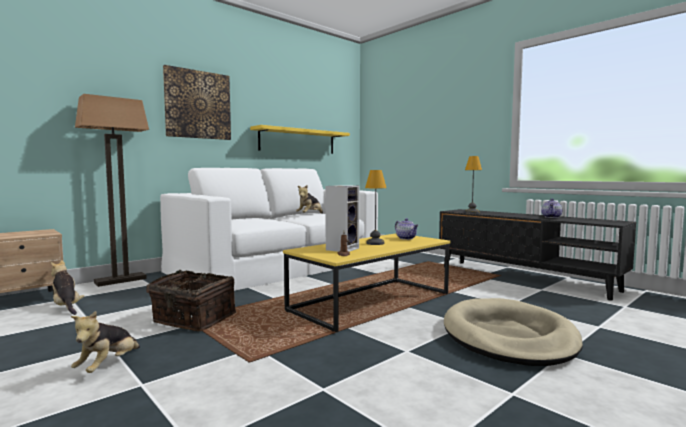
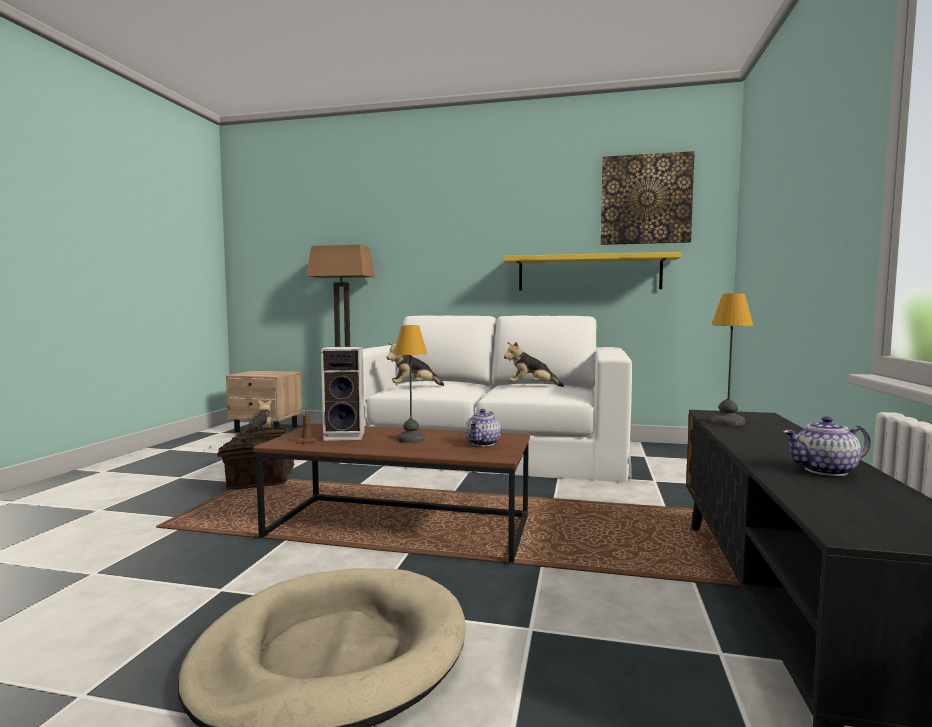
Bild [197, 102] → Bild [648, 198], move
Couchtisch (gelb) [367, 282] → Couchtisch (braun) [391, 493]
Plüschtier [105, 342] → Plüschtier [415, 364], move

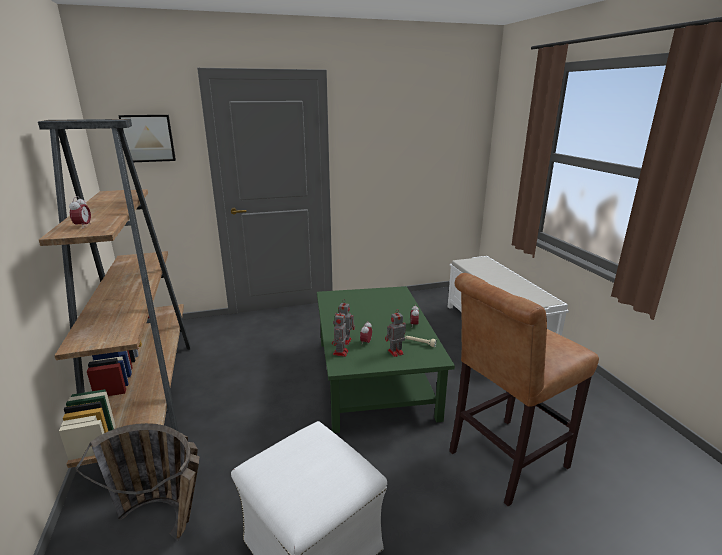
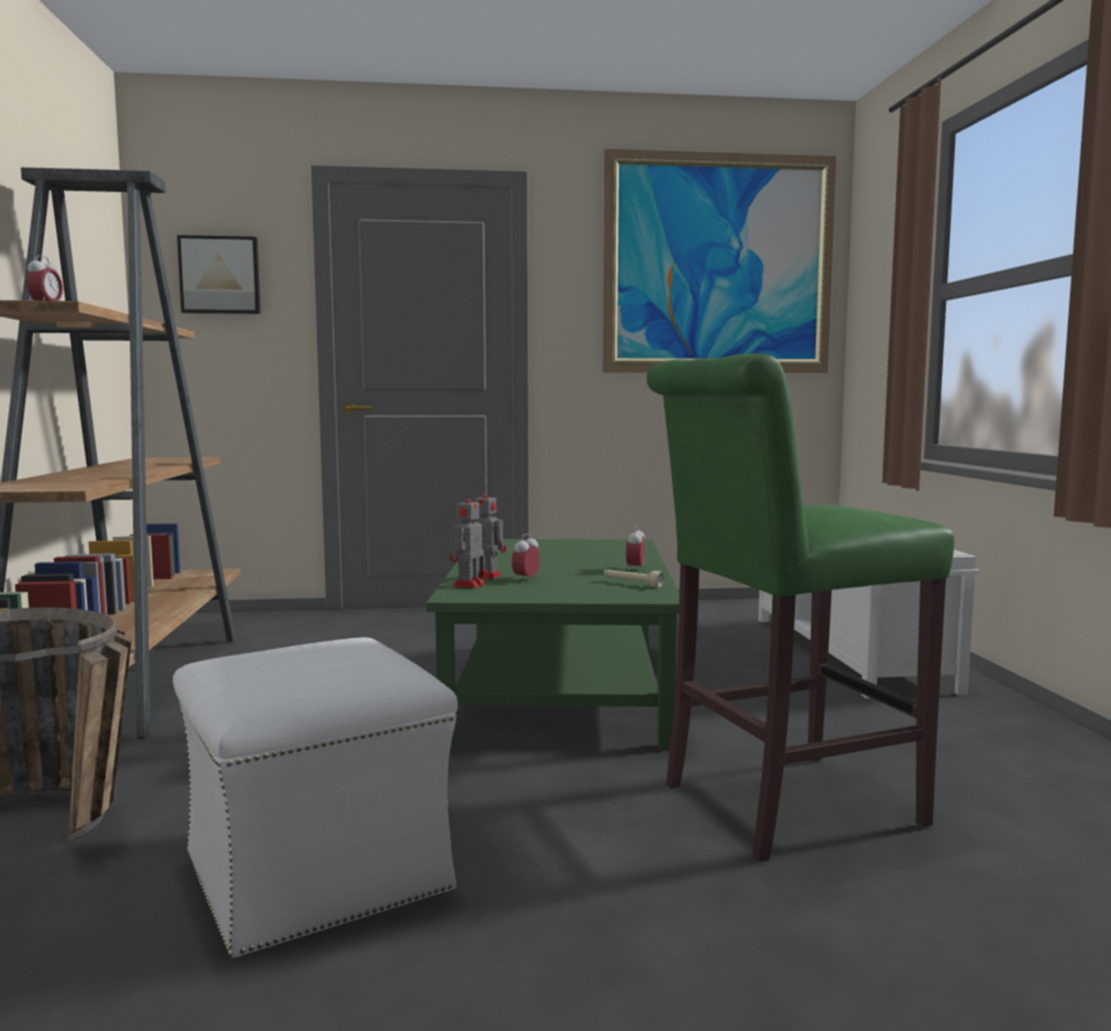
Hocker (braun) [524, 389] → Hocker (grün) [801, 607]
Spielzeugroboter [395, 333] → -
- → Bild [719, 261]

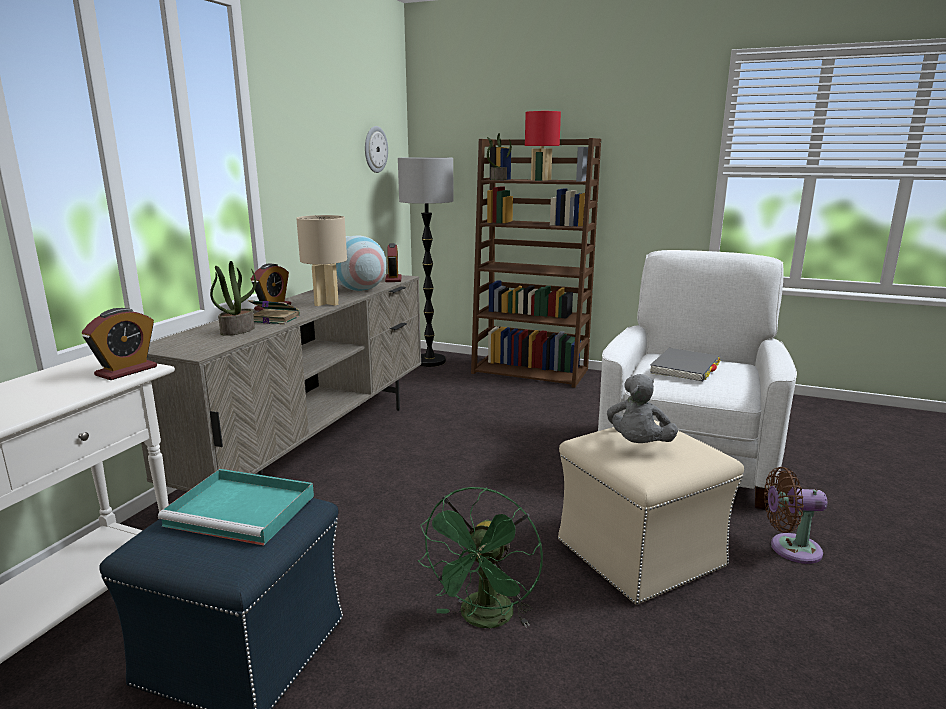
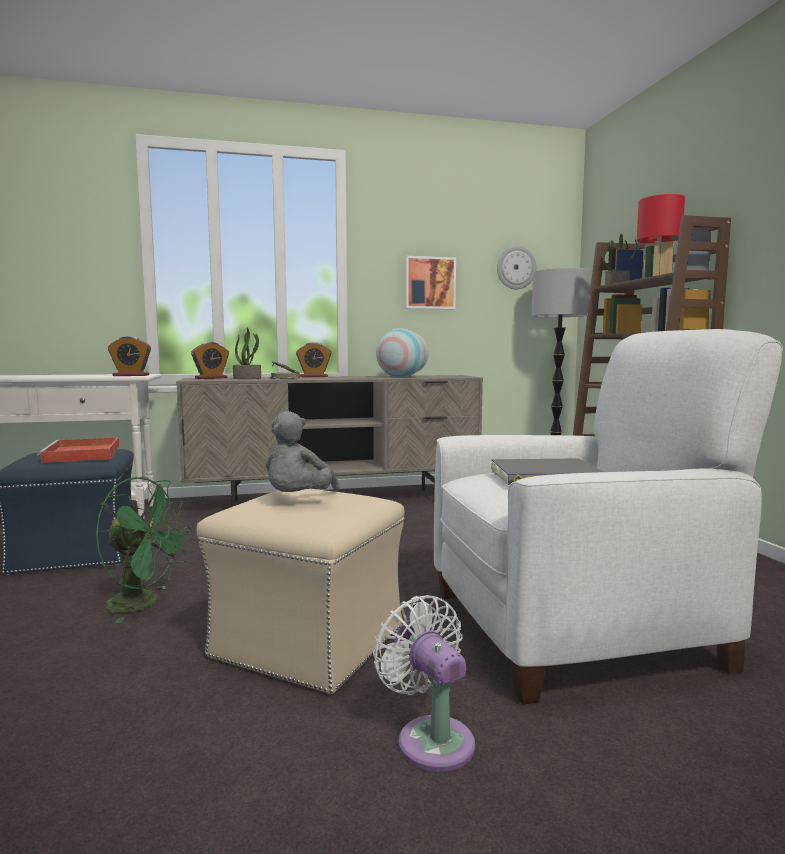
Tischlampe (beige) [321, 260] → -
Wecker [393, 262] → Wecker [210, 360], move
Plüschtier (grau) [642, 408] → Plüschtier (grau) [303, 451], 60 degrees counterclockwise
Ventilator (braun) [795, 515] → Ventilator (weiß) [424, 683]
Tablett (türkis) [236, 507] → Tablett (rot) [78, 450]
Ventilator (grün) [480, 557] → Ventilator (grün) [144, 550], 150 degrees counterclockwise
- → Bild [430, 282]

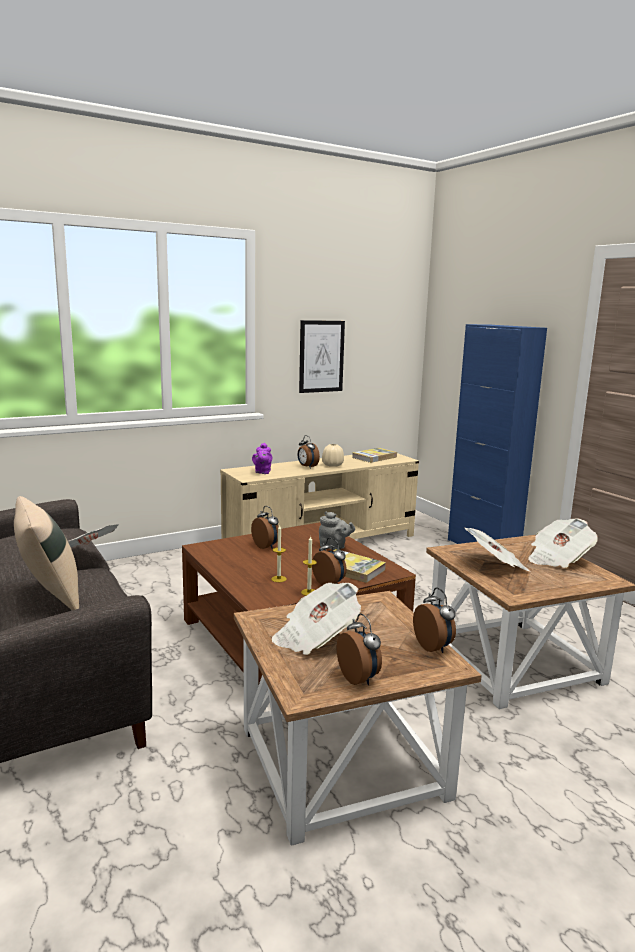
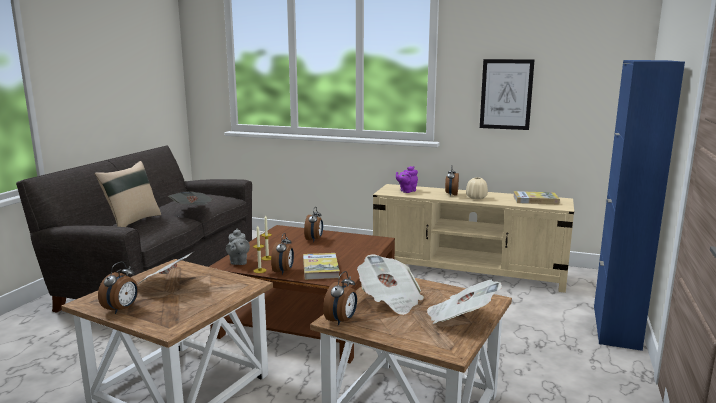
Teekanne (grau) [337, 531] → Teekanne (grau) [238, 247], move
Wecker [434, 620] → Wecker [340, 298], move

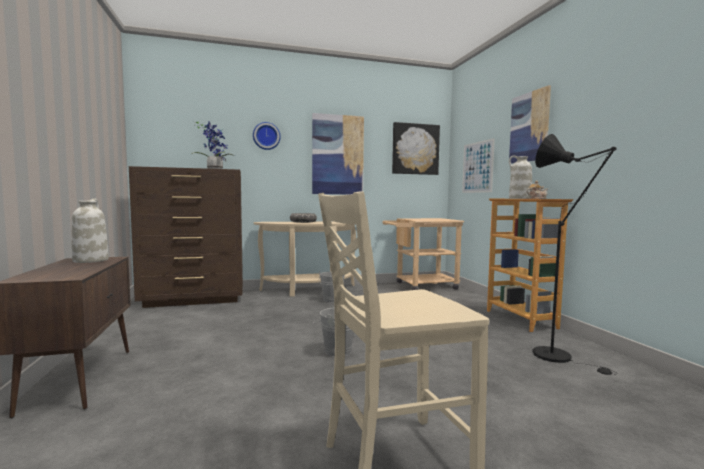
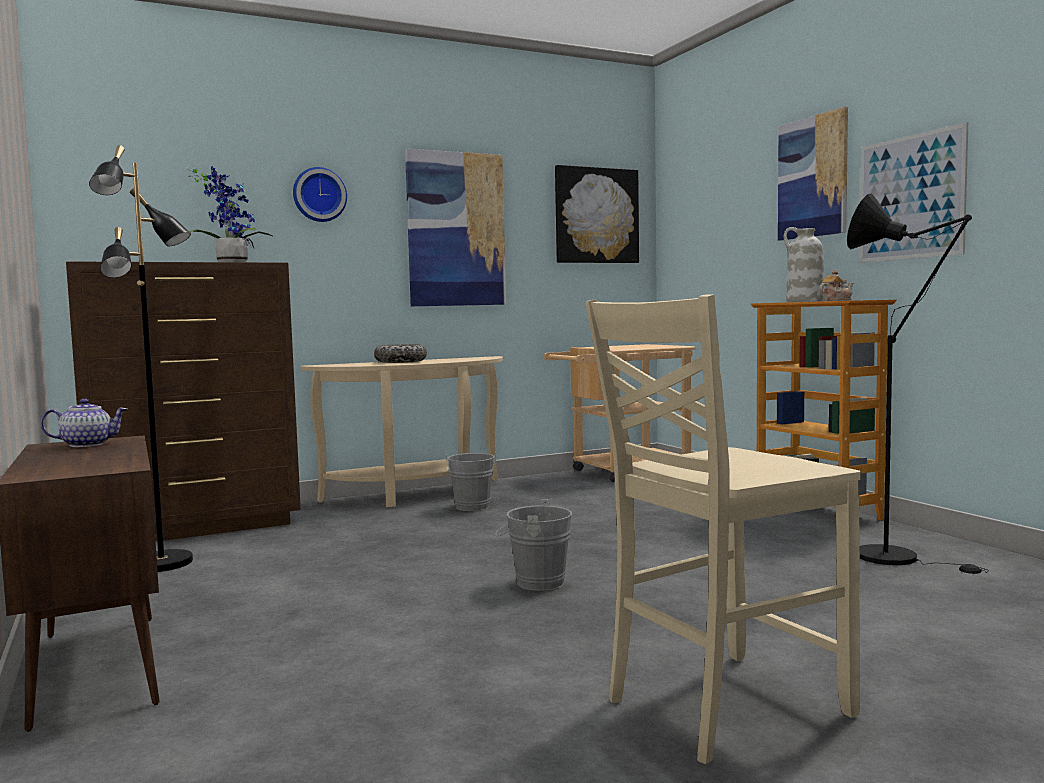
Bild [478, 165] → Bild [913, 192], move
Vase (weiß) [90, 230] → Teekanne [84, 423]
- → Stehlampe (schwarz) [141, 358]

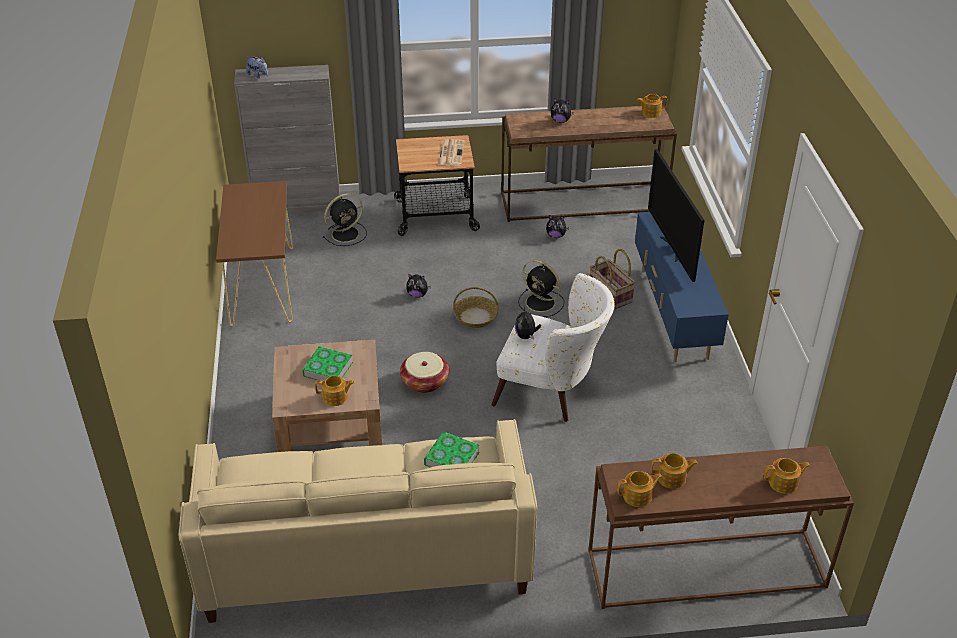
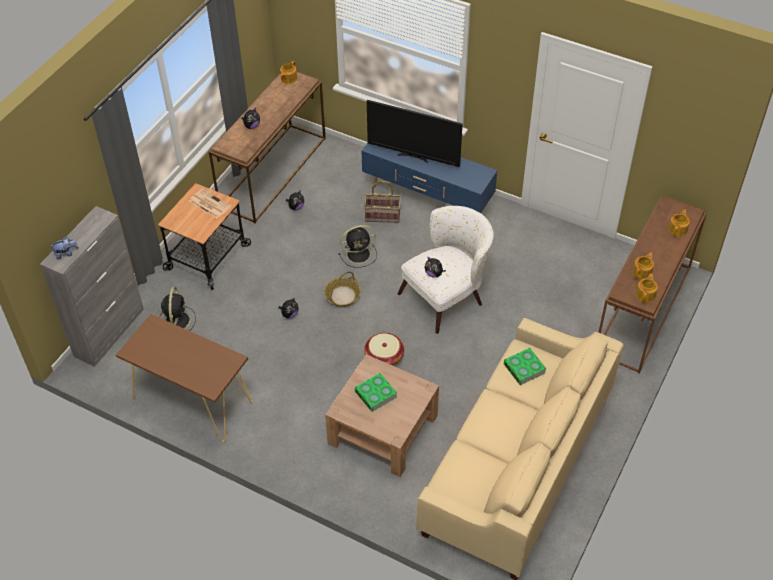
Teekanne [334, 391] → -

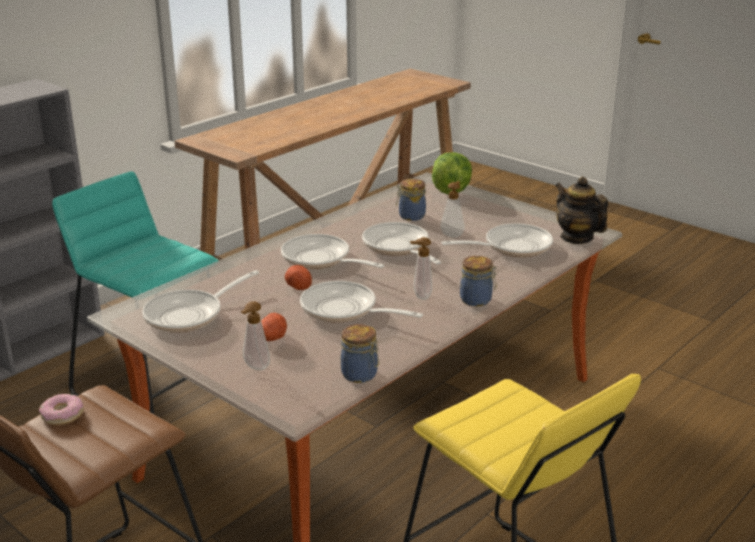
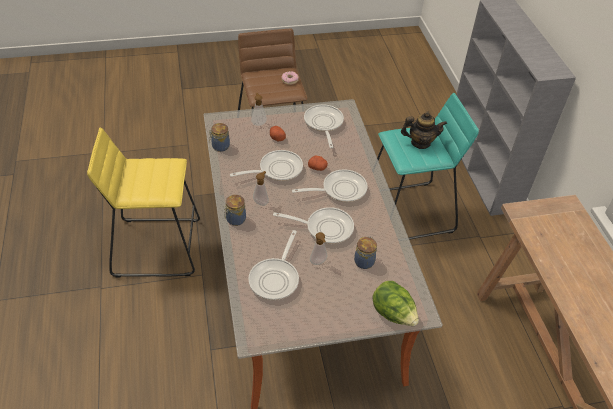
Teekanne [581, 210] → Teekanne [424, 130], move

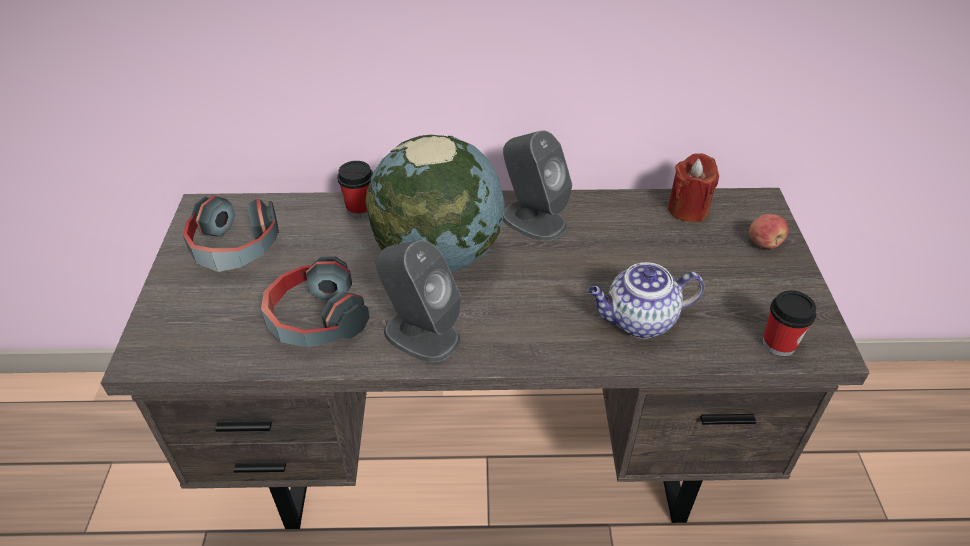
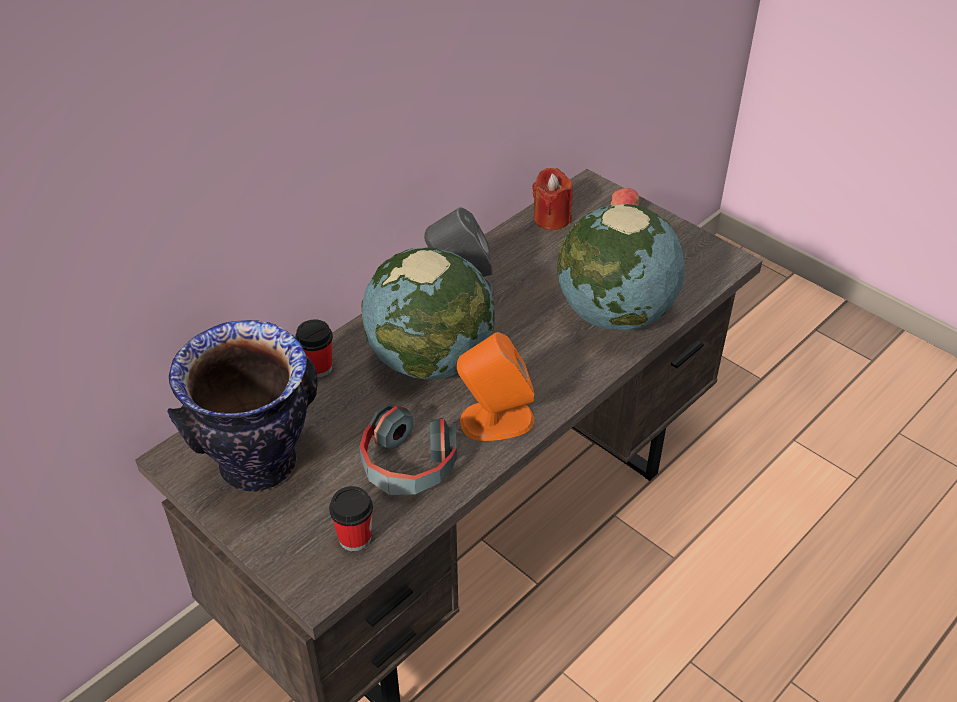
Kopfhörer [231, 233] → Vase [243, 406]
Lautsprecher (grau) [418, 301] → Lautsprecher (orange) [496, 386]
Teekanne [646, 300] → Globus [621, 267]
Tasse [789, 323] → Tasse [351, 518], move

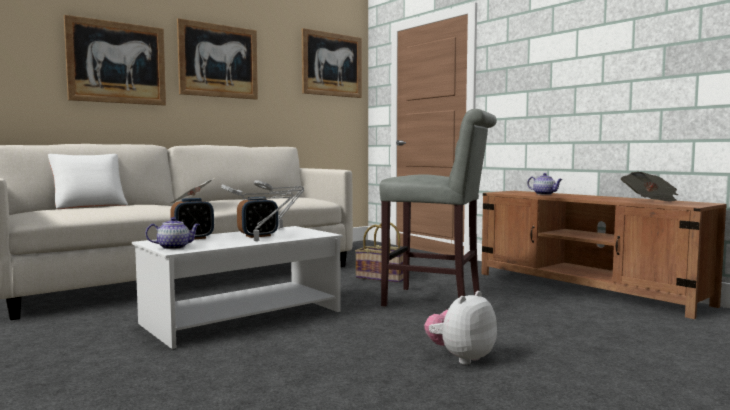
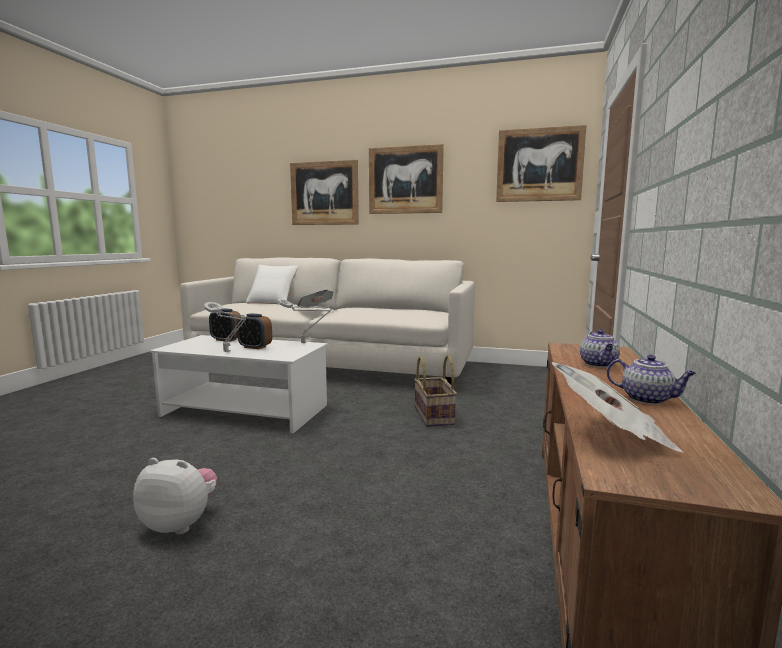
Hocker (grau) [438, 208] → -
Teekanne [172, 233] → Teekanne [651, 379], move

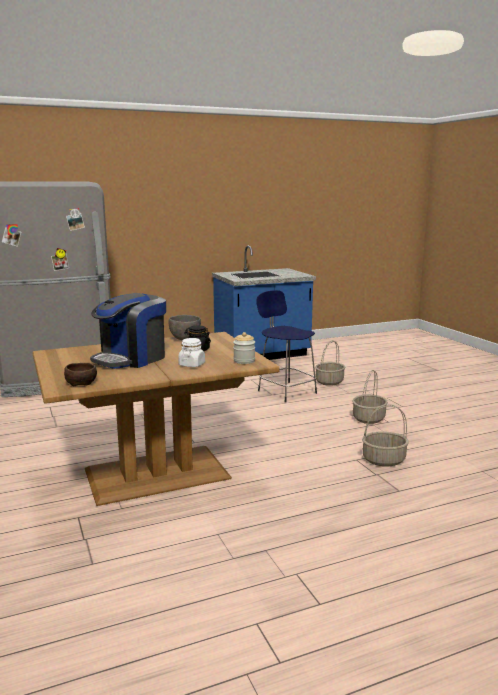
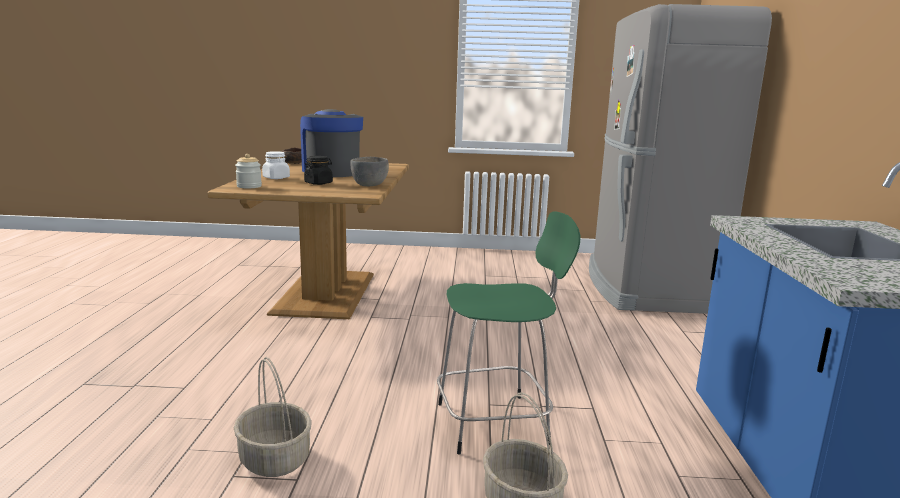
Hocker (blau) [286, 346] → Hocker (grün) [508, 332]
Korb [385, 435] → -

